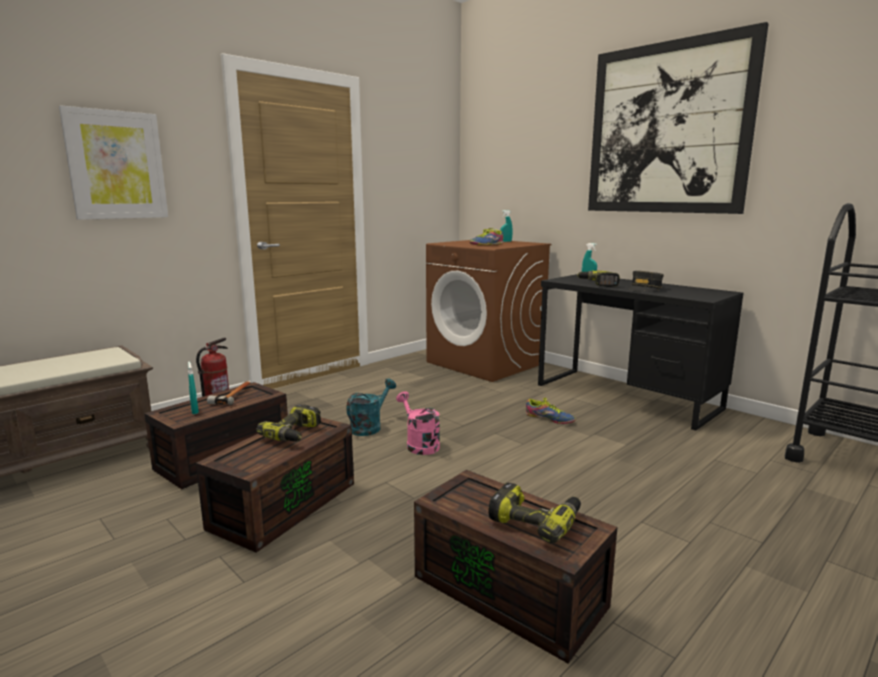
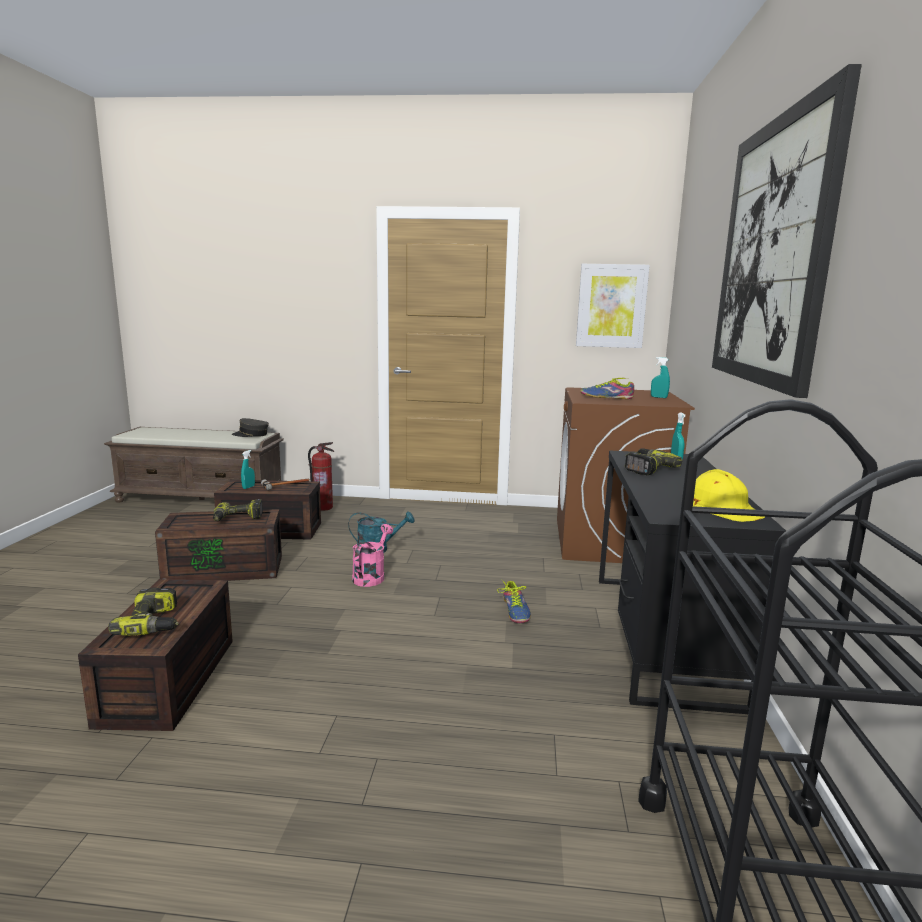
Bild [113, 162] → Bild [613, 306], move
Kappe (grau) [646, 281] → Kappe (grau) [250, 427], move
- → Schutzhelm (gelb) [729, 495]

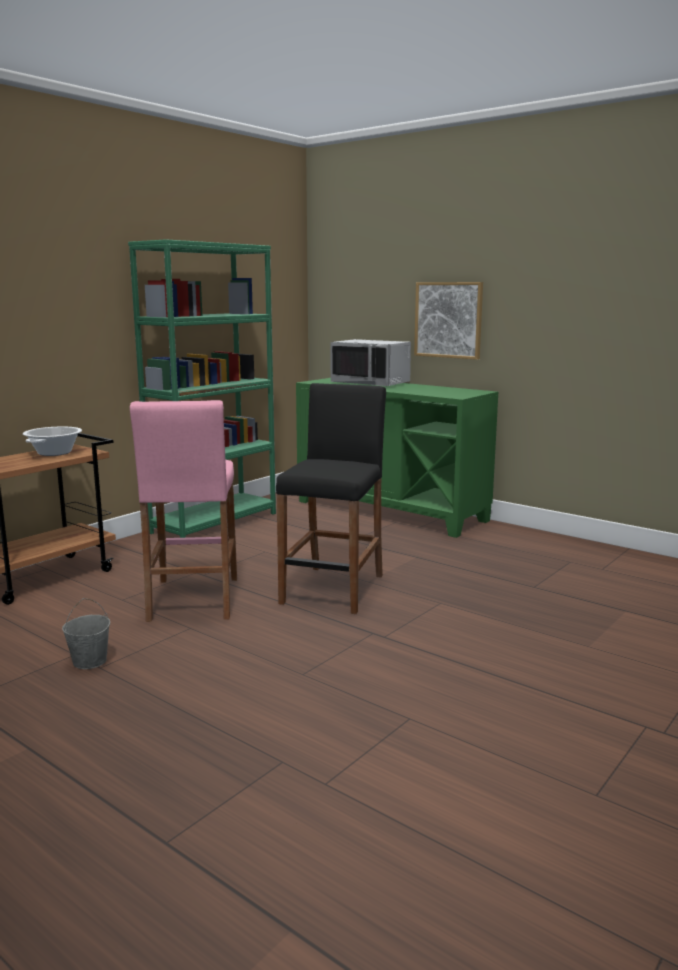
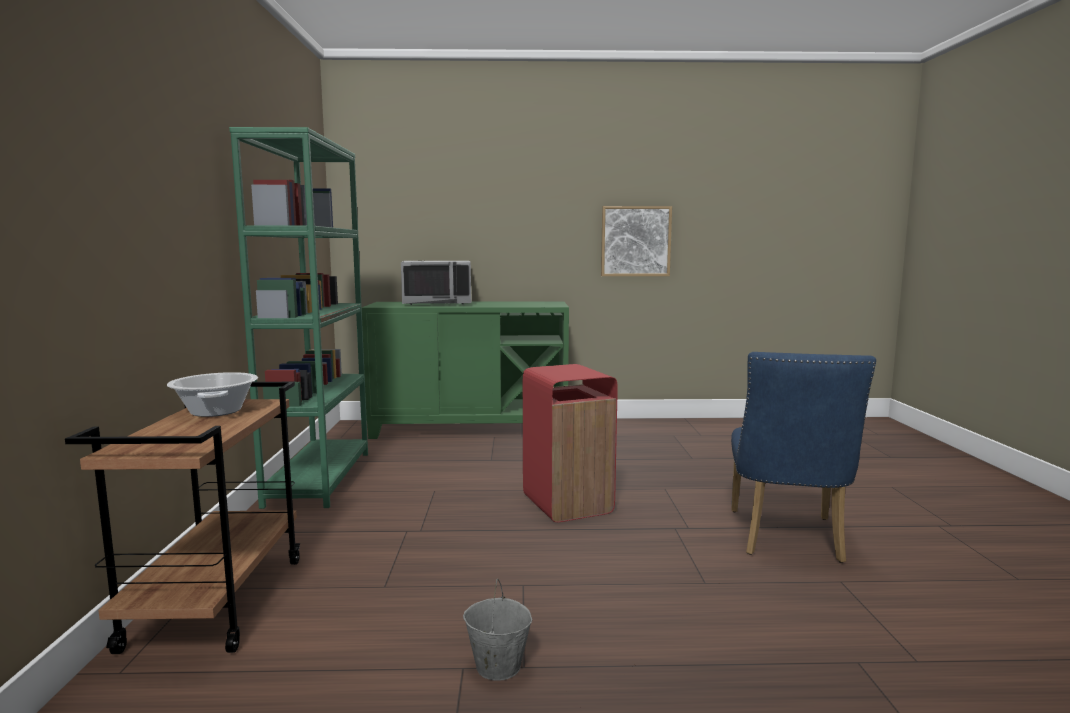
Bild [448, 321] → Bild [636, 241], move
Hocker (schwarz) [331, 498] → Mülleimer (rot) [570, 443]
Hocker (rosa) [183, 511] → -
- → Stuhl (blau) [803, 457]

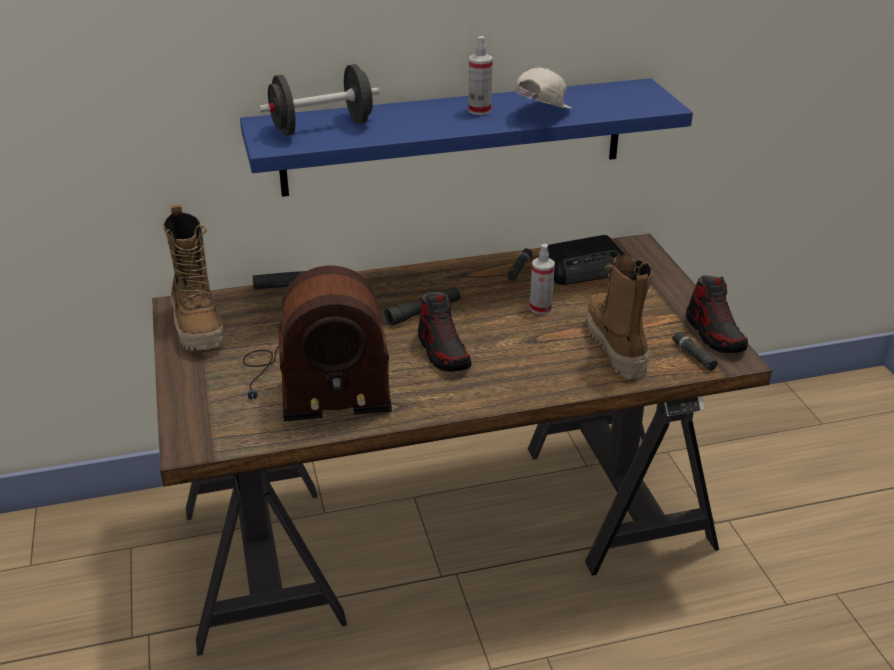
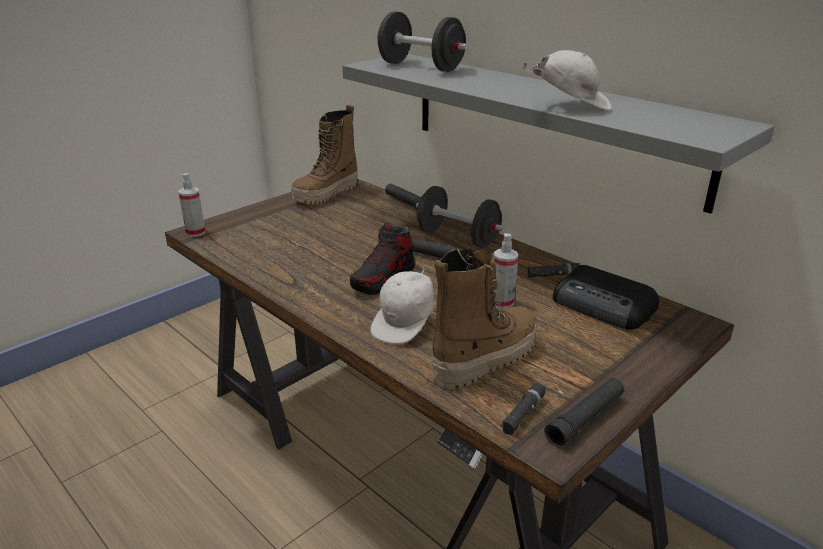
Sprühflasche [480, 75] → Sprühflasche [191, 205], move
Wandregal (blau) [466, 137] → Wandregal (grau) [558, 134]
Radio [317, 343] → -
Schuh [717, 314] → Taschenlampe (schwarz) [584, 413]
- → Hantel (schwarz) [460, 217]
- → Kappe (weiß) [402, 305]

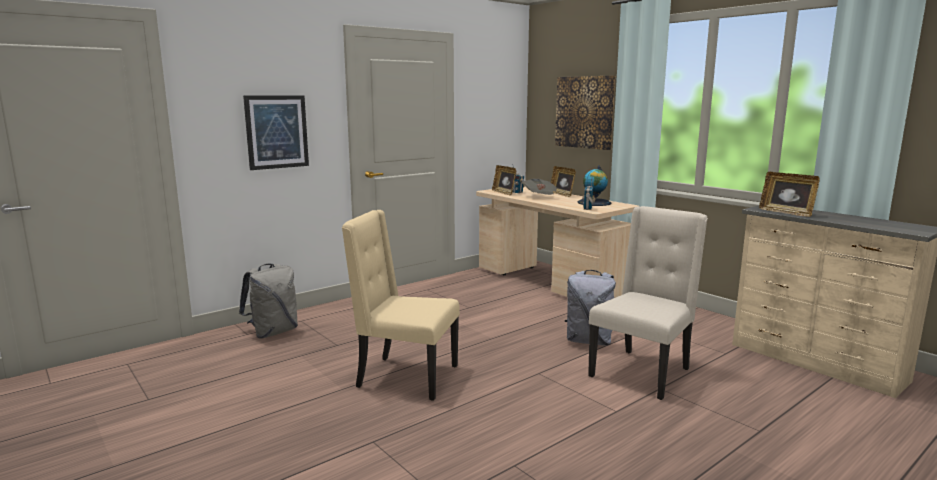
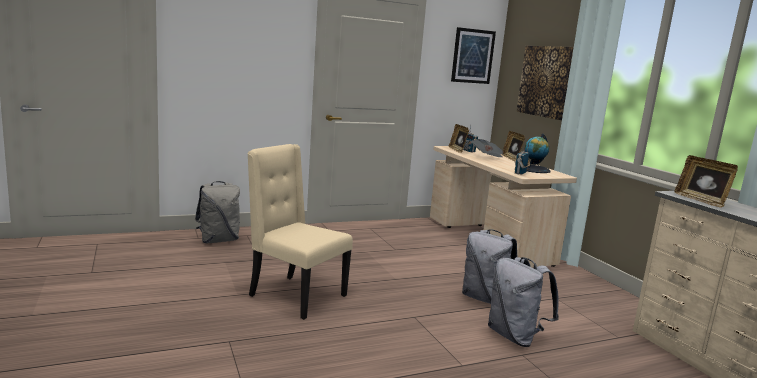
Bild [276, 132] → Bild [473, 55], move
Stuhl (beige) [648, 303] → Rucksack (grau) [523, 302]

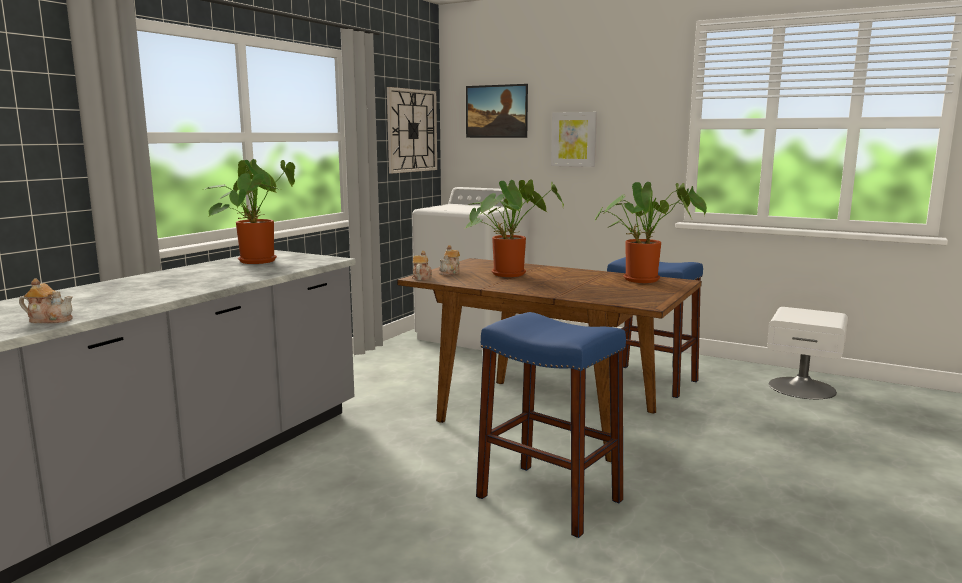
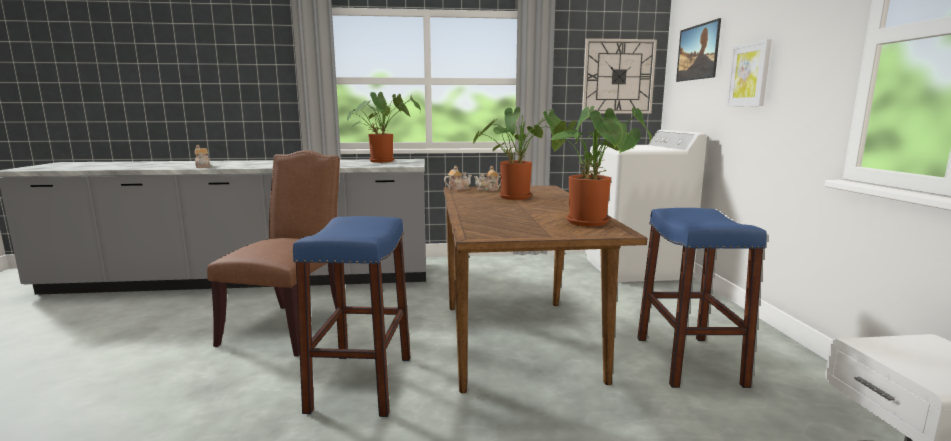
- → Stuhl (braun) [273, 253]

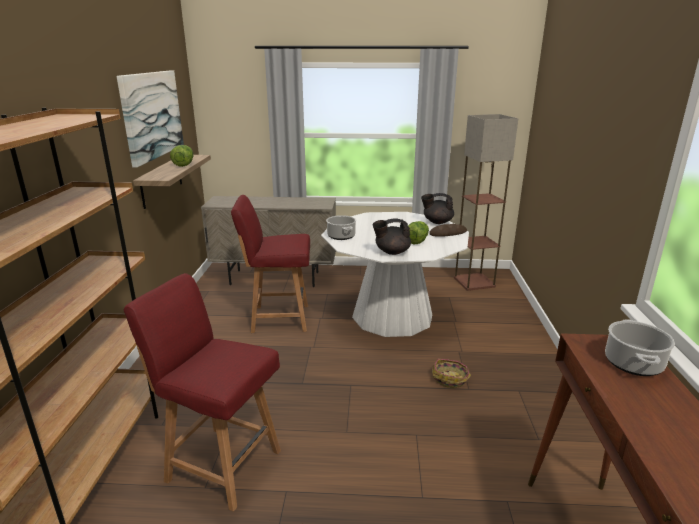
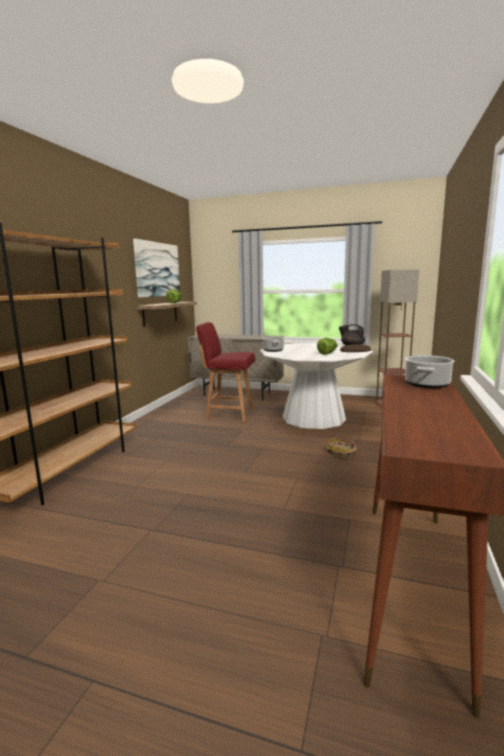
Teekanne (schwarz) [392, 237] → -
Stuhl (rot) [202, 392] → -

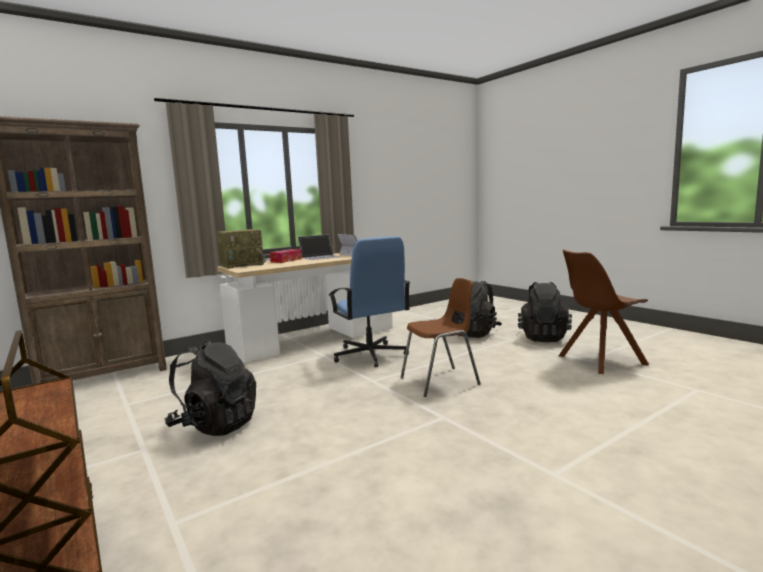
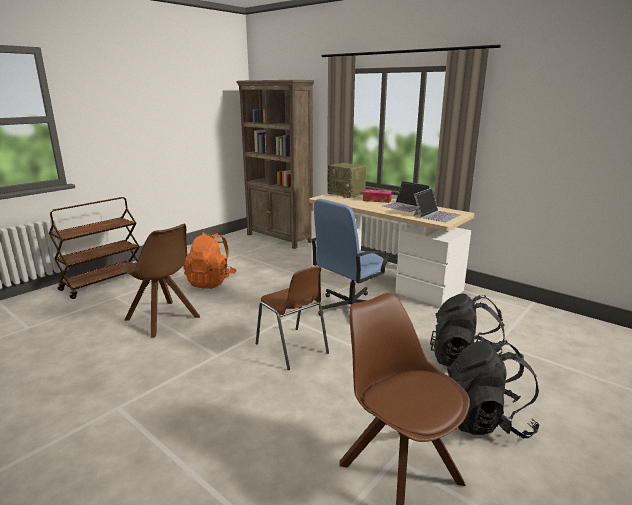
Rucksack (schwarz) [210, 388] → Rucksack (orange) [209, 260]
- → Stuhl (braun) [159, 280]

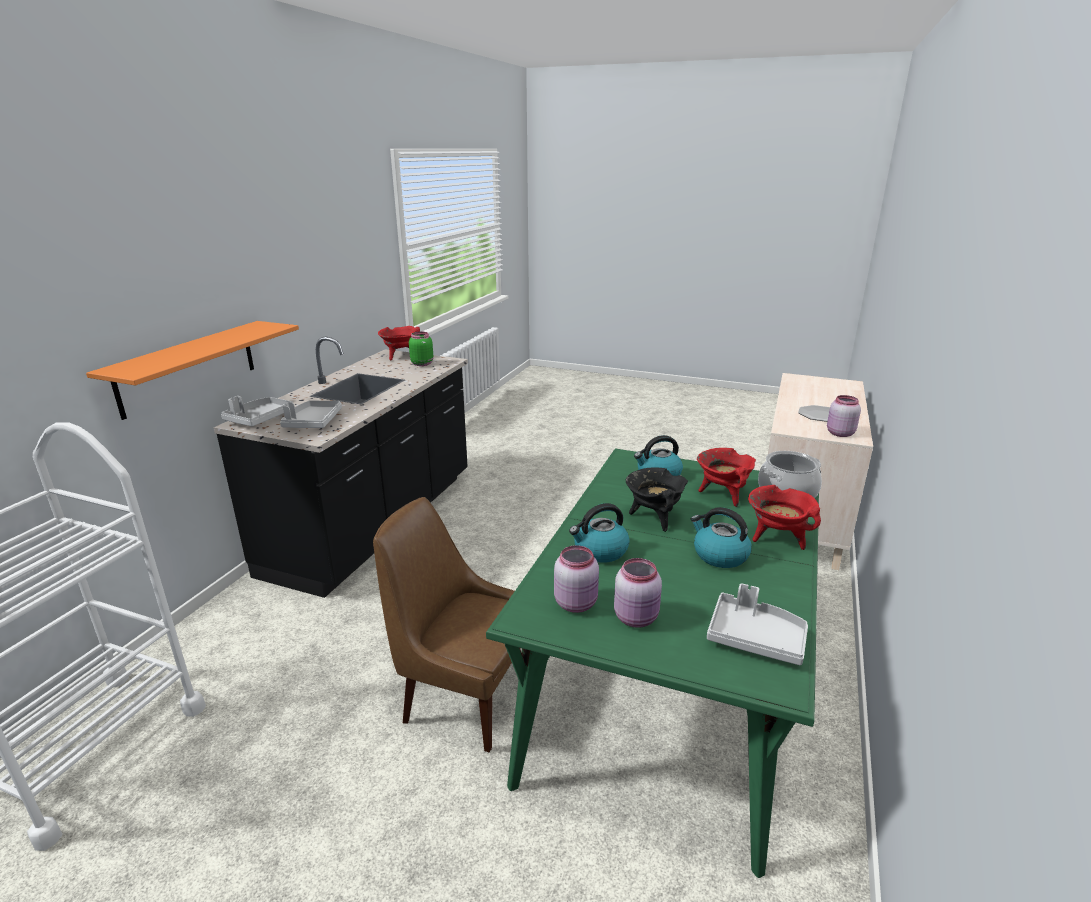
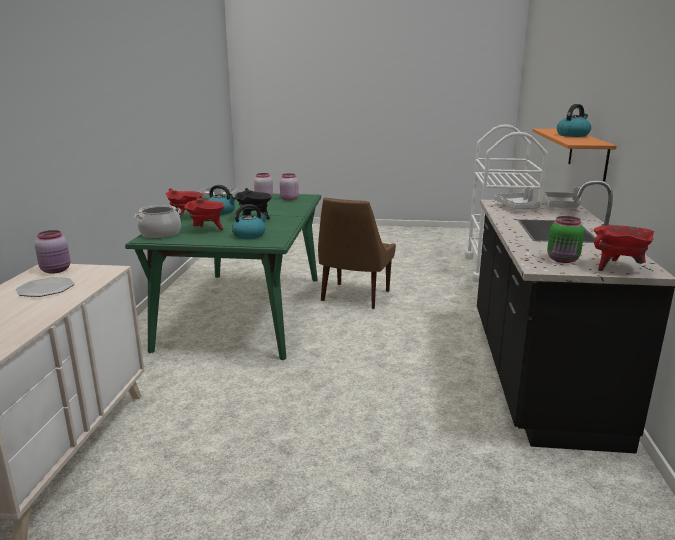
Stuhl (braun) [447, 625] → Stuhl (braun) [357, 253], 105 degrees clockwise
Wasserkessel [599, 533] → Wasserkessel [574, 120], move

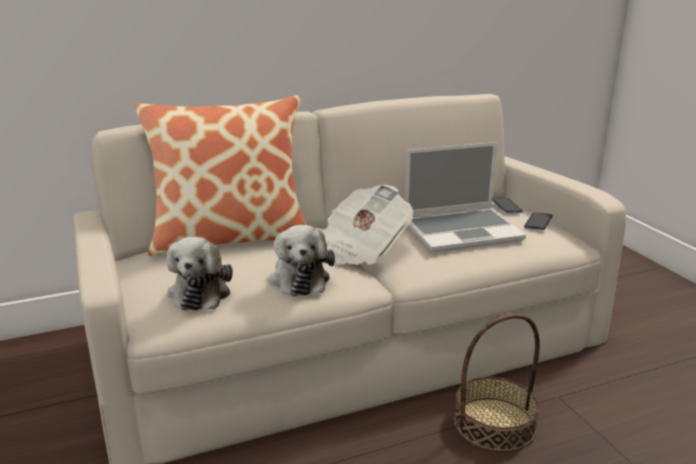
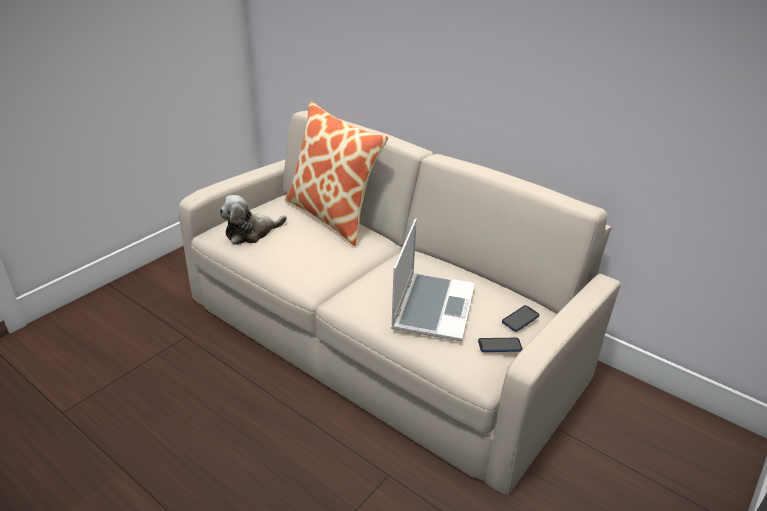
Laptop [465, 197] → Laptop [433, 280], 120 degrees counterclockwise
Zeitung [368, 224] → -
Plüschtier [302, 260] → -
Korb [497, 383] → -

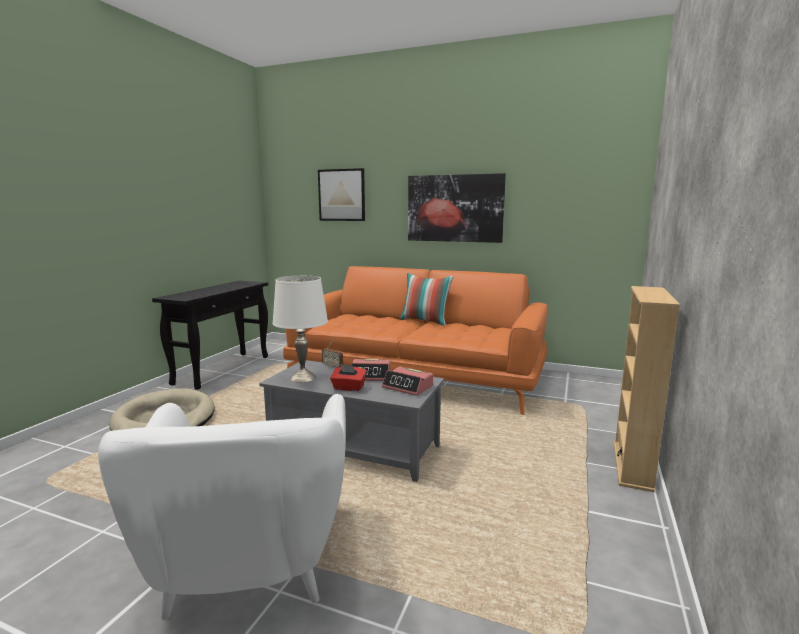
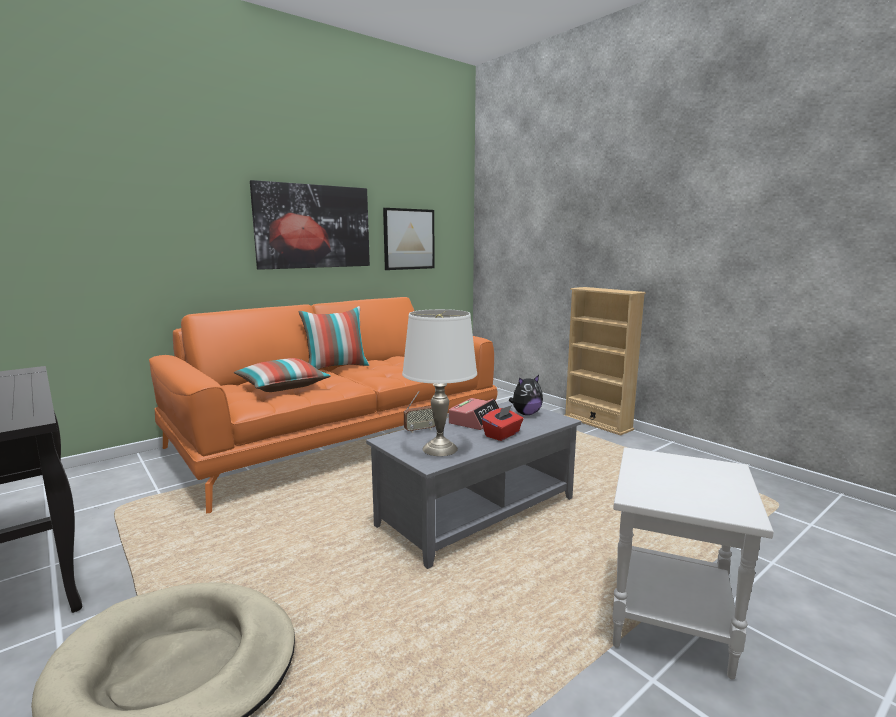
Bild [341, 194] → Bild [409, 239], move
Wecker [407, 381] → Plüschtier [526, 395]
Sessel (weiß) [222, 507] → Beistelltisch (weiß) [693, 563]
- → Kissen [282, 375]

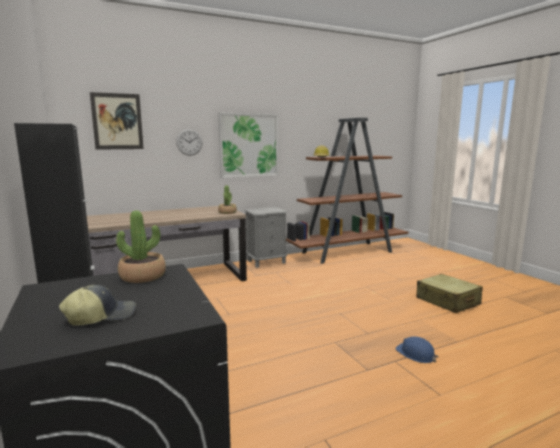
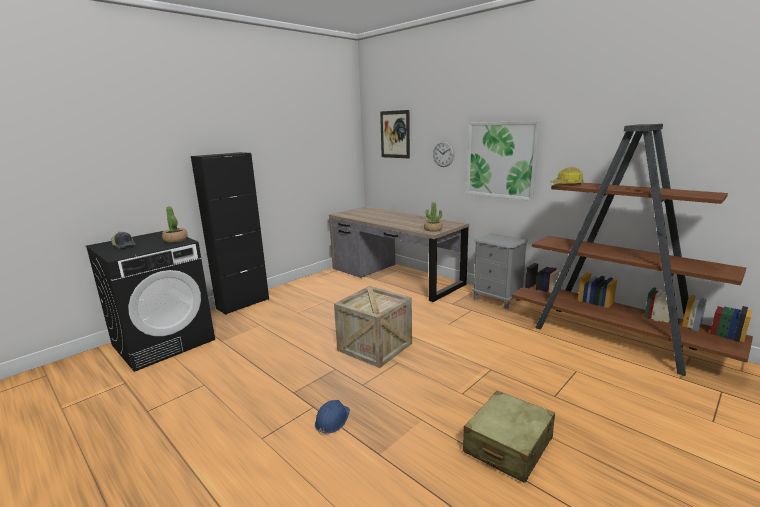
- → Kiste [373, 327]

